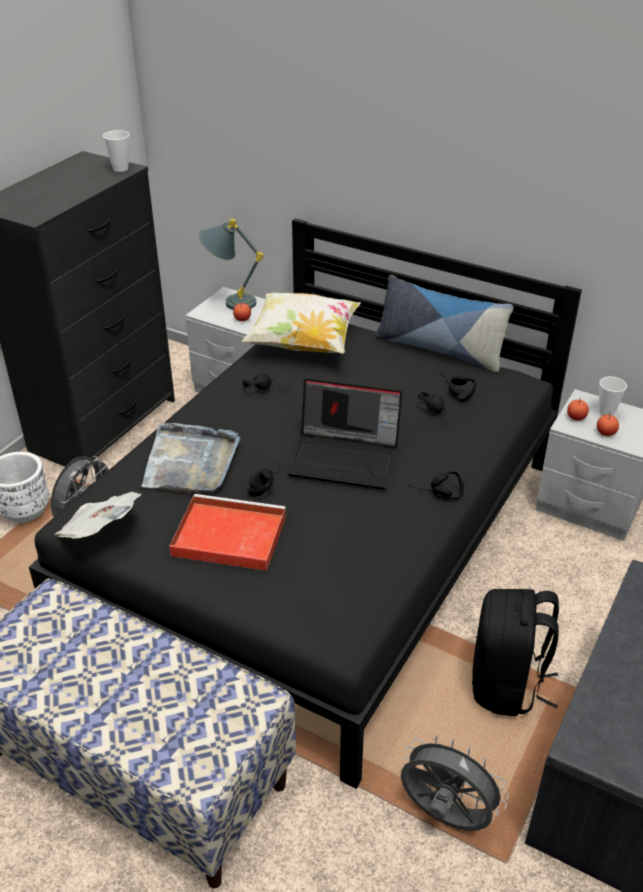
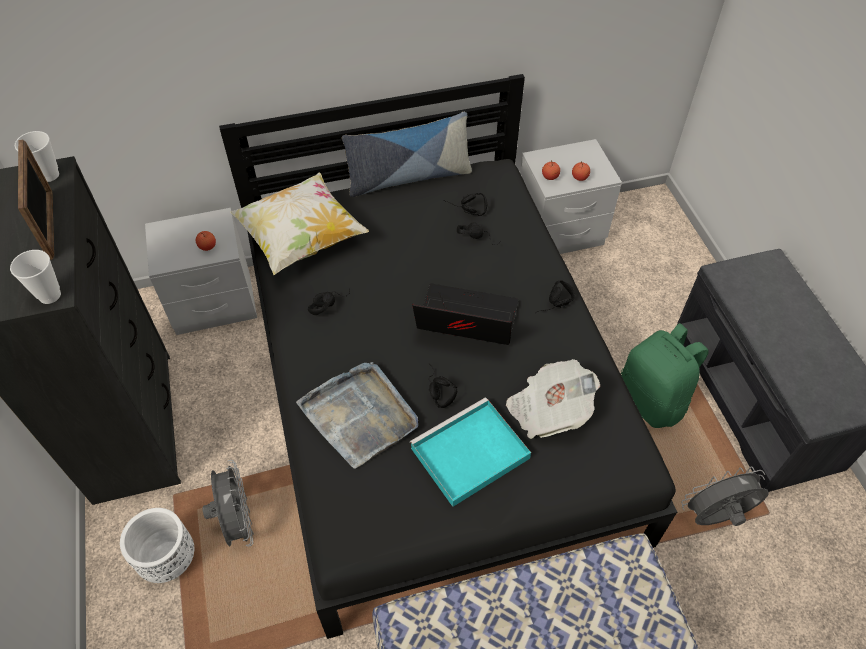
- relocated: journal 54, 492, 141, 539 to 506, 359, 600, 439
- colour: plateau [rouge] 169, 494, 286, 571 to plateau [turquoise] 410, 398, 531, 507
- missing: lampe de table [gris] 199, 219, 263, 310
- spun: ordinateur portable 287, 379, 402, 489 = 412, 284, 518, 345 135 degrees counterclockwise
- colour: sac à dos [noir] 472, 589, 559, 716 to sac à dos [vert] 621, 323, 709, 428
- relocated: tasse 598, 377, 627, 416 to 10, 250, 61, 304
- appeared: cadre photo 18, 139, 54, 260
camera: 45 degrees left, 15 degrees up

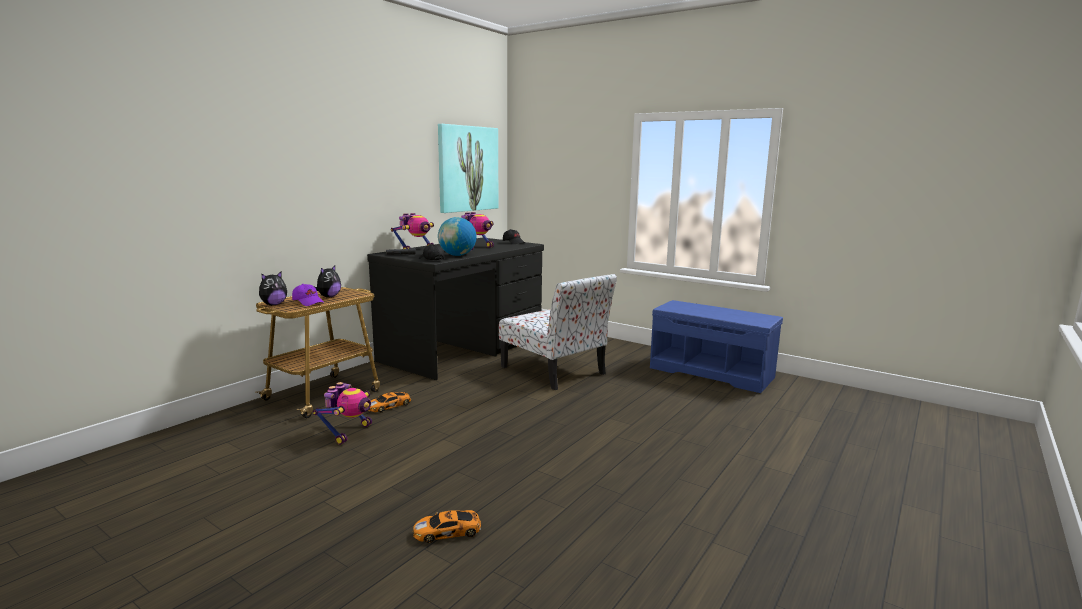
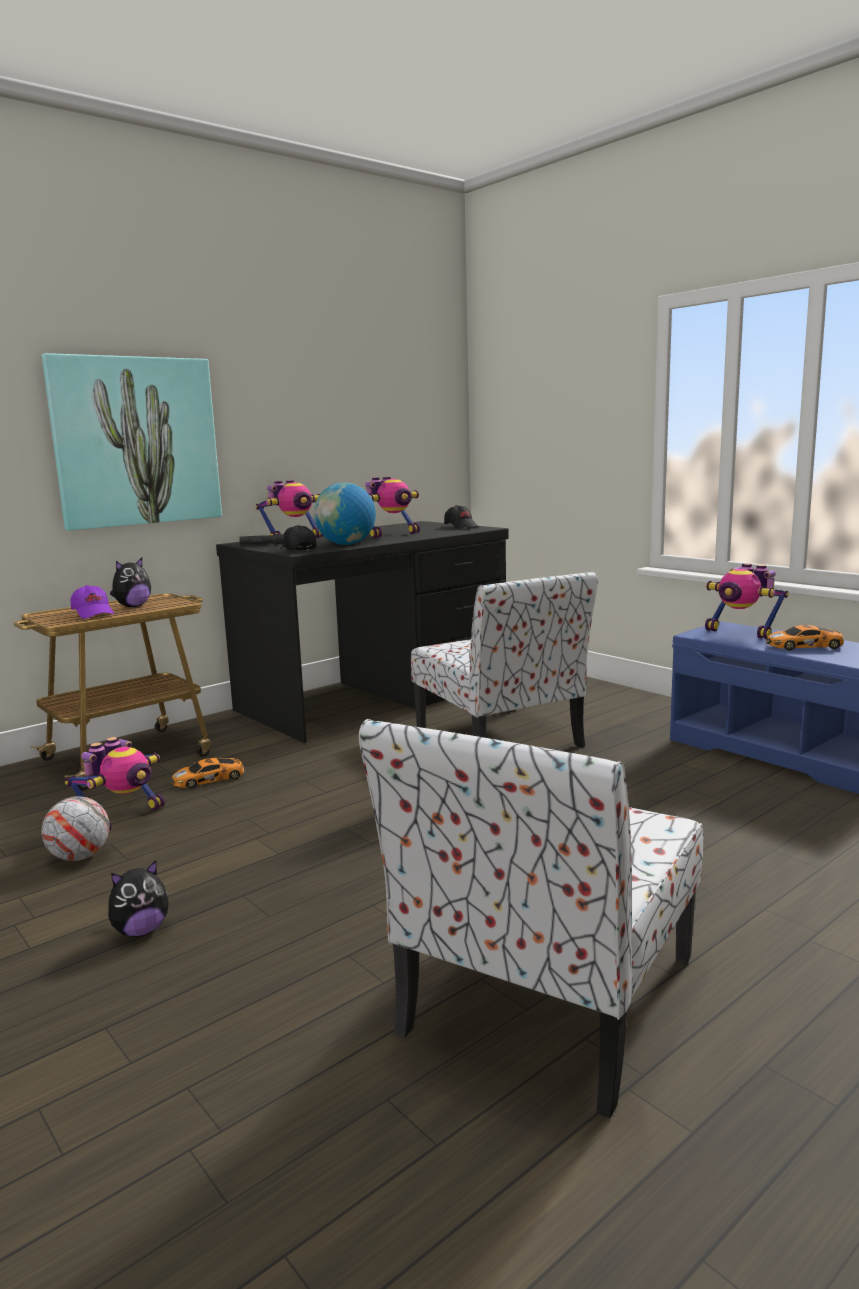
- relocated: peluche 259, 271, 287, 305 to 108, 860, 169, 937
- relocated: petite voiture 413, 510, 481, 543 to 766, 625, 844, 651
- relocated: tableau 438, 124, 498, 213 to 42, 353, 222, 531
- appeared: ballon de foot 41, 796, 110, 861
- appeared: chaise 359, 719, 704, 1118
- appeared: robot jouet 705, 563, 789, 639
camera: 15 degrees right, 0 degrees up

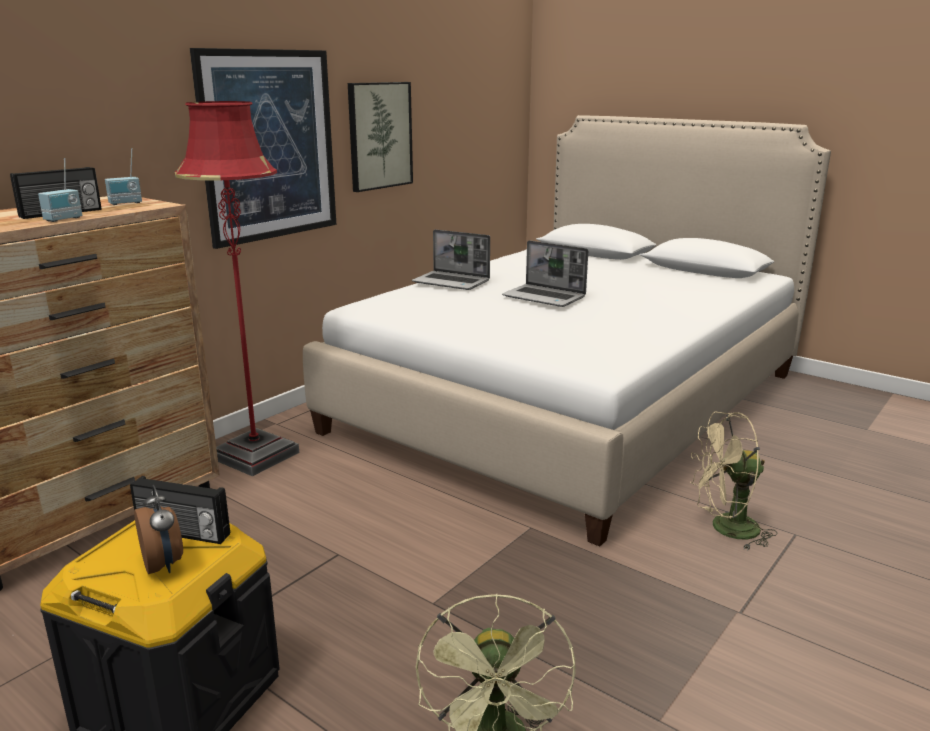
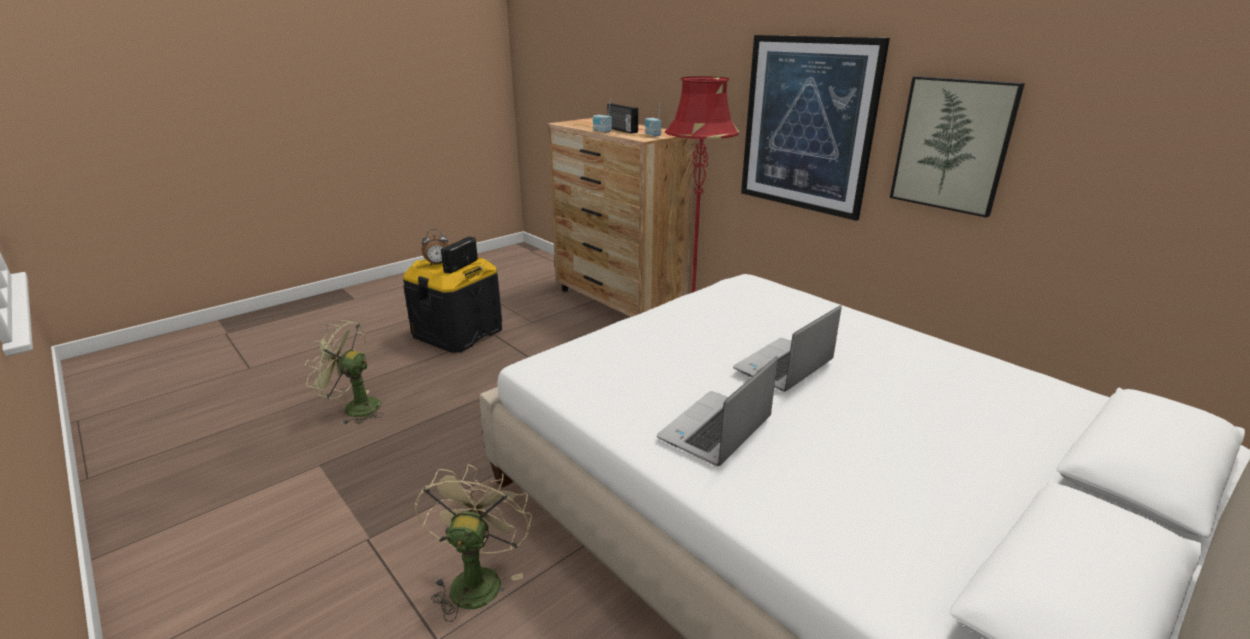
- relocated: ordinateur portable 412, 229, 490, 290 to 657, 356, 778, 466
camera: 100 degrees right, 5 degrees up

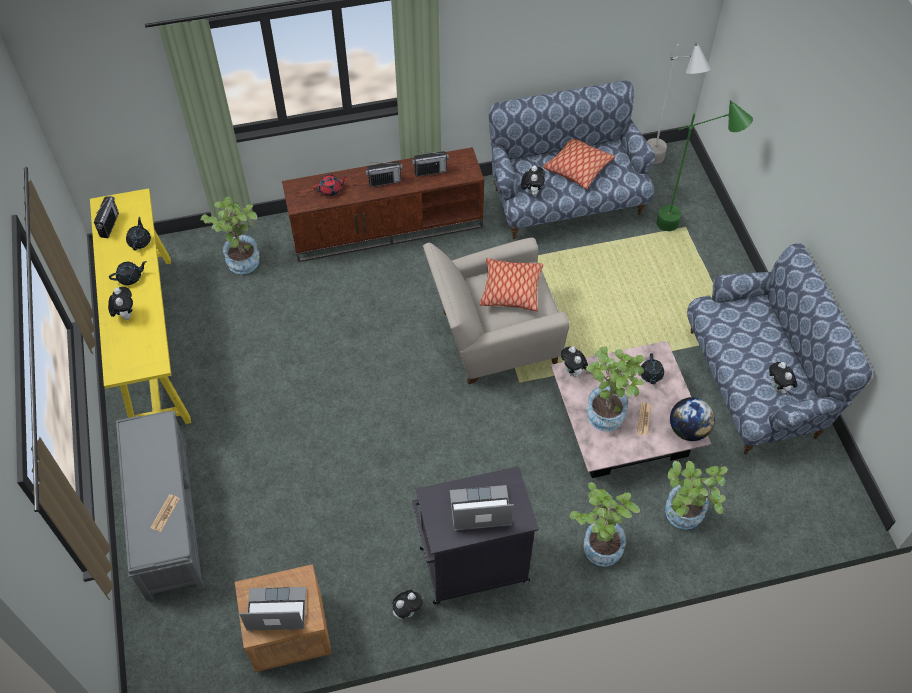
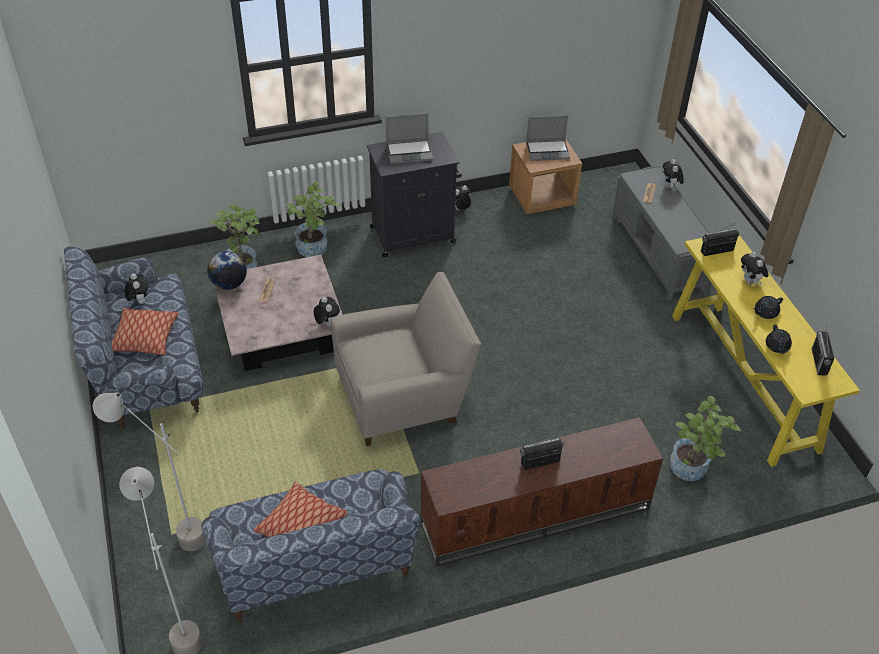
- missing: théière [rouge] 313, 175, 347, 196
- relocated: radio 412, 151, 449, 177 to 701, 223, 739, 256
- relocated: coussin 480, 258, 543, 311 to 111, 308, 179, 355
- relocated: peluche 521, 166, 545, 196 to 663, 159, 684, 188
- missing: plante en pot 586, 347, 644, 431
- missing: théière [noir] 641, 353, 664, 384
- colour: lampadaire [vert] 656, 100, 753, 231 to lampadaire [gris] 93, 393, 206, 551
camera: 175 degrees right, 10 degrees down

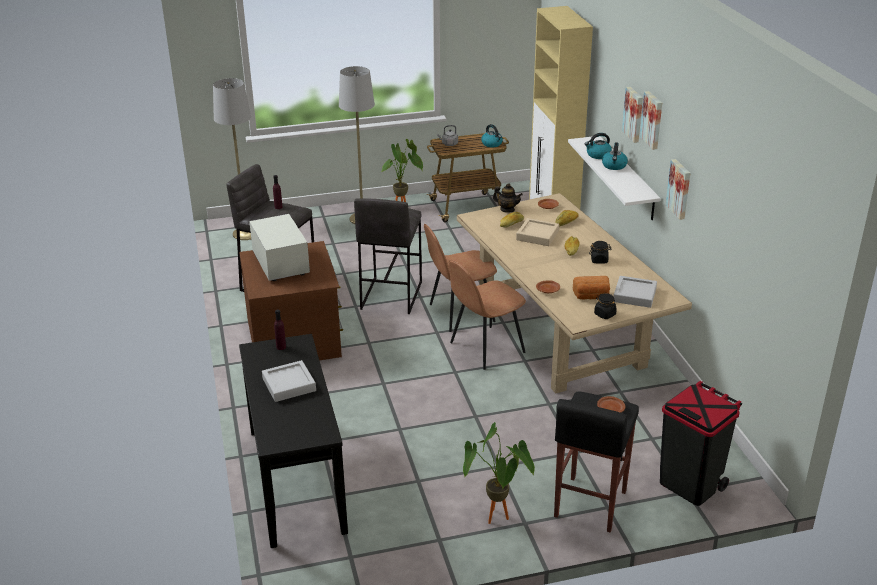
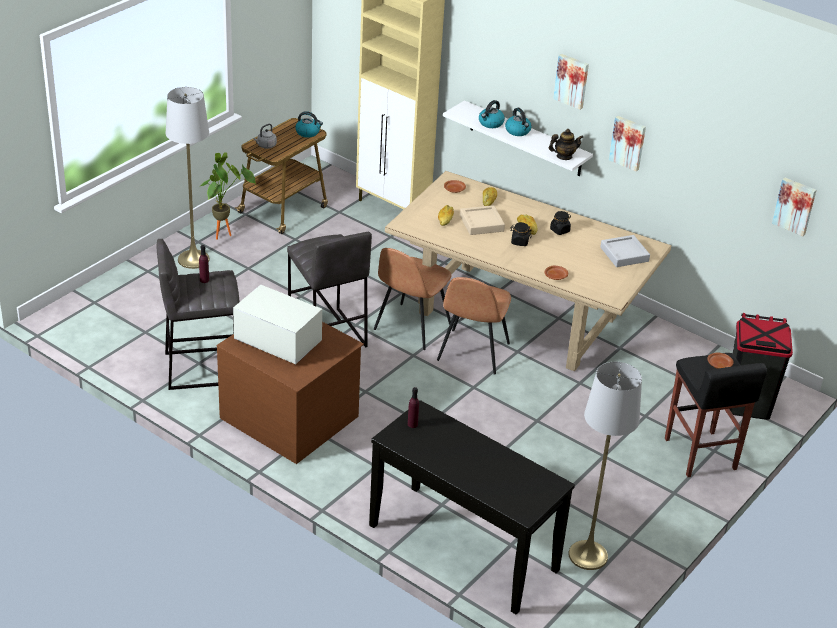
- relocated: lampadaire [gris] 213, 78, 251, 240 to 568, 362, 642, 570
- missing: plateau [gris] 262, 360, 316, 402
- missing: plante en pot 463, 422, 535, 524
- relocated: théière 493, 183, 523, 213 to 548, 129, 583, 160
- missing: pain 573, 276, 610, 299
- relocated: bocal [noir] 594, 293, 617, 319 to 510, 222, 531, 246
- relocated: tableau 622, 87, 643, 143 to 772, 177, 816, 236
camera: 40 degrees left, 5 degrees up

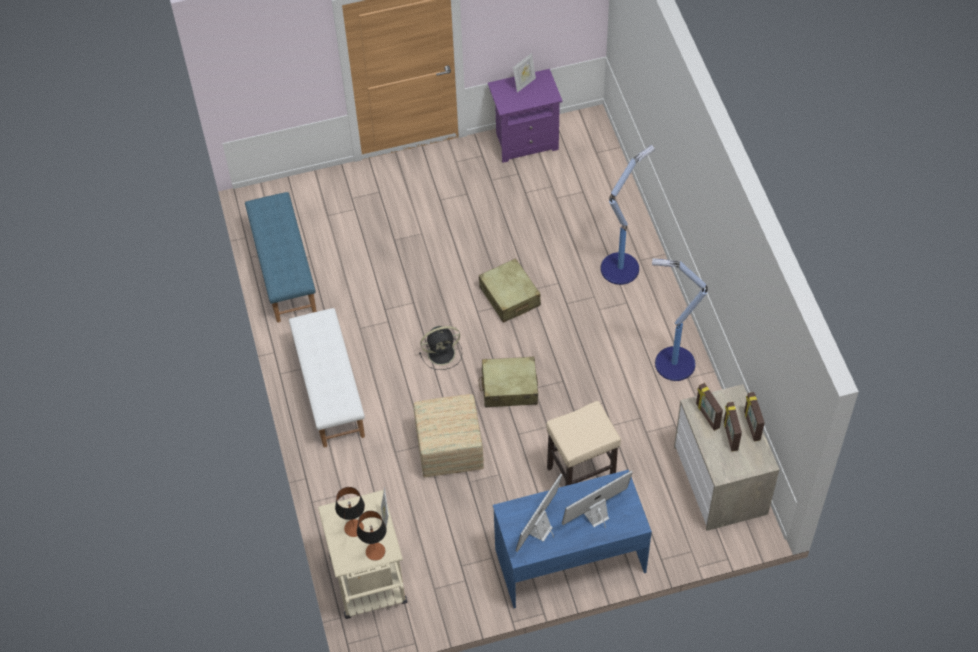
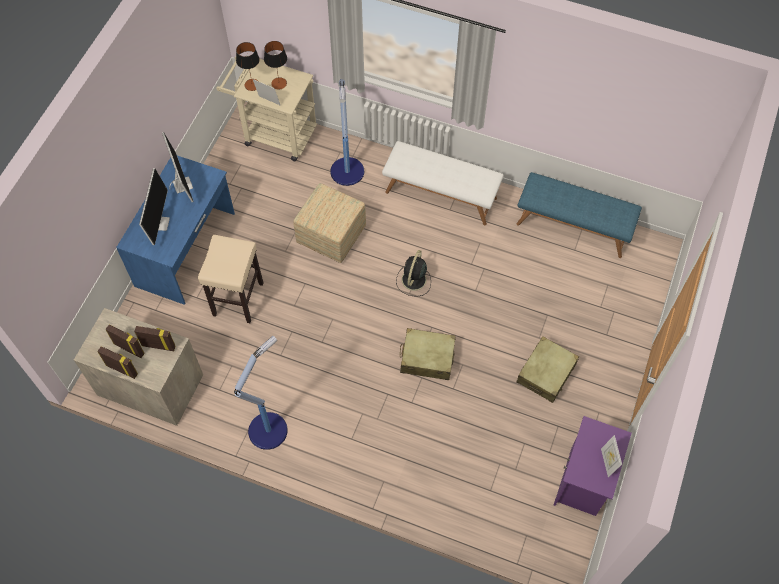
- relocated: valise [beige] 478, 357, 538, 408 to 516, 336, 579, 403
- relocated: lampadaire 601, 145, 655, 285 to 330, 79, 364, 186
camera: 125 degrees right, 5 degrees up

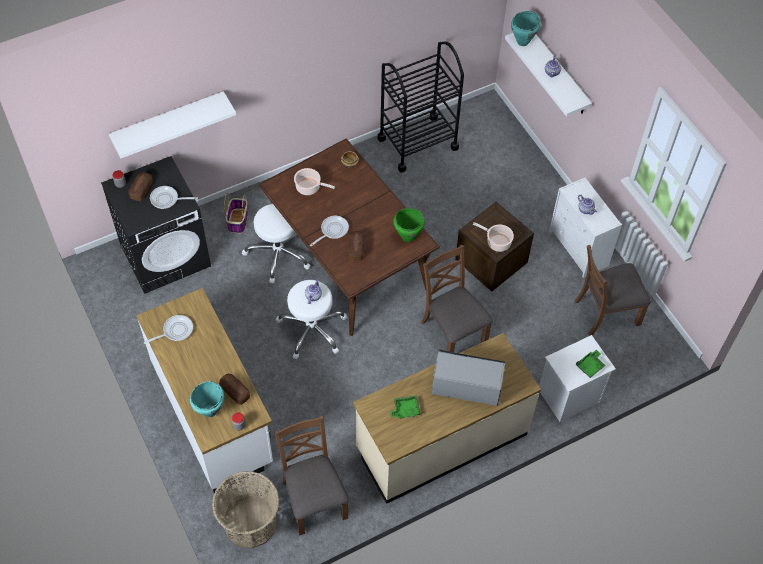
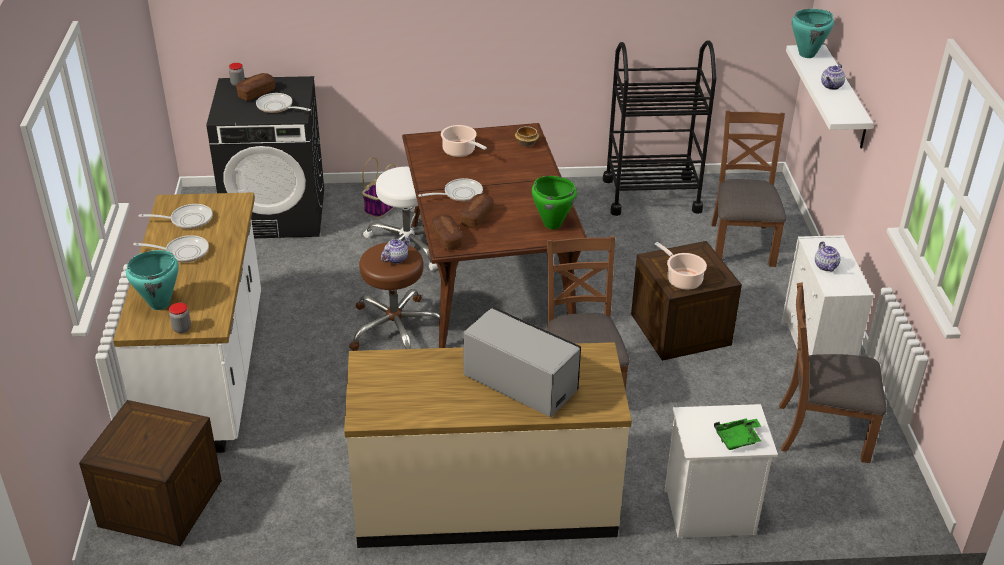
- missing: étagère [blanc] 109, 91, 236, 158
- exchanged: panier 212, 471, 279, 548 to caisse 79, 400, 222, 546
- relocated: pain 219, 374, 250, 405 to 431, 214, 463, 251
- relocated: chaise [marron] 274, 416, 349, 536 to 711, 111, 786, 267
- colour: tabouret [blanc] 276, 280, 348, 359 to tabouret [marron] 349, 242, 449, 351
- missing: plateau [vert] 390, 396, 421, 418
- appeared: poêle 133, 235, 209, 263
camera: 25 degrees right, 20 degrees down

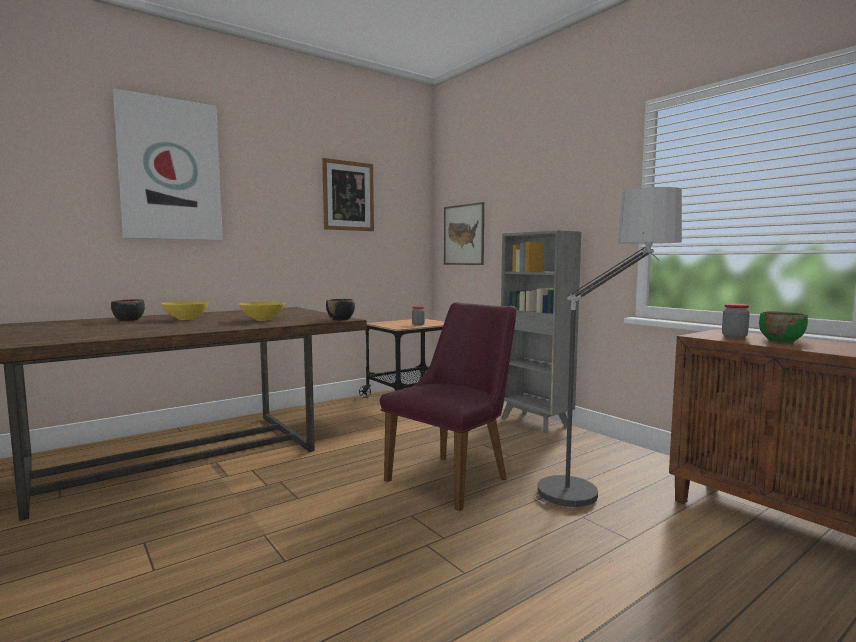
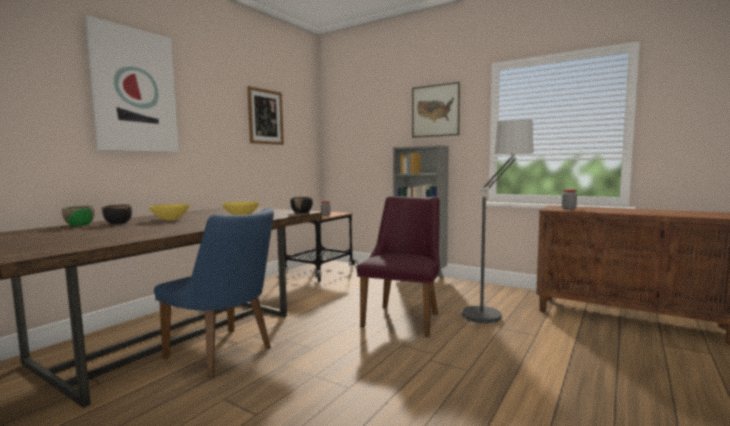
- relocated: tableau 444, 202, 484, 265 to 412, 82, 460, 138
- relocated: bol [vert] 759, 311, 808, 342 to 62, 206, 95, 226
- appeared: chaise [bleu] 154, 208, 274, 377
camera: 20 degrees left, 0 degrees up

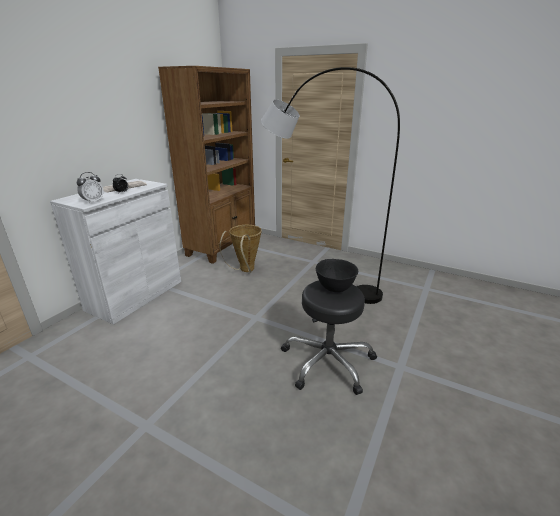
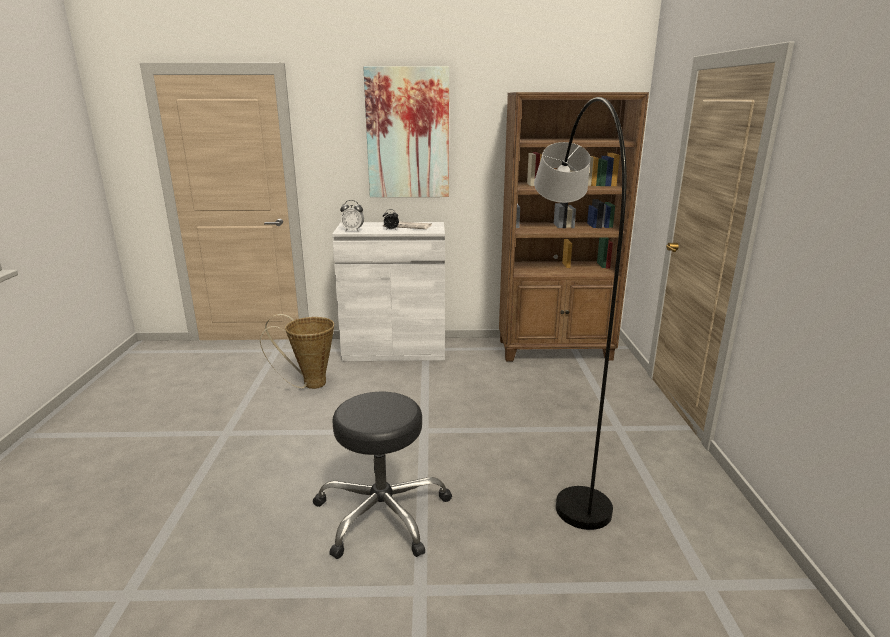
- relocated: panier 220, 225, 262, 273 to 260, 314, 334, 389
- missing: bol [noir] 316, 259, 358, 292
- appeared: tableau 363, 66, 449, 197
camera: 60 degrees right, 5 degrees down

